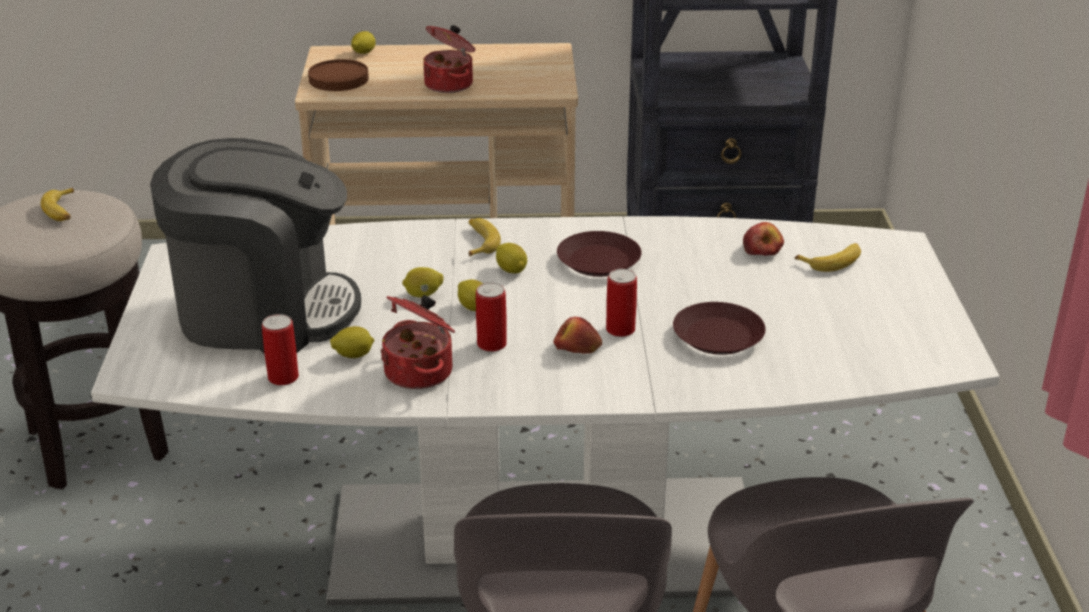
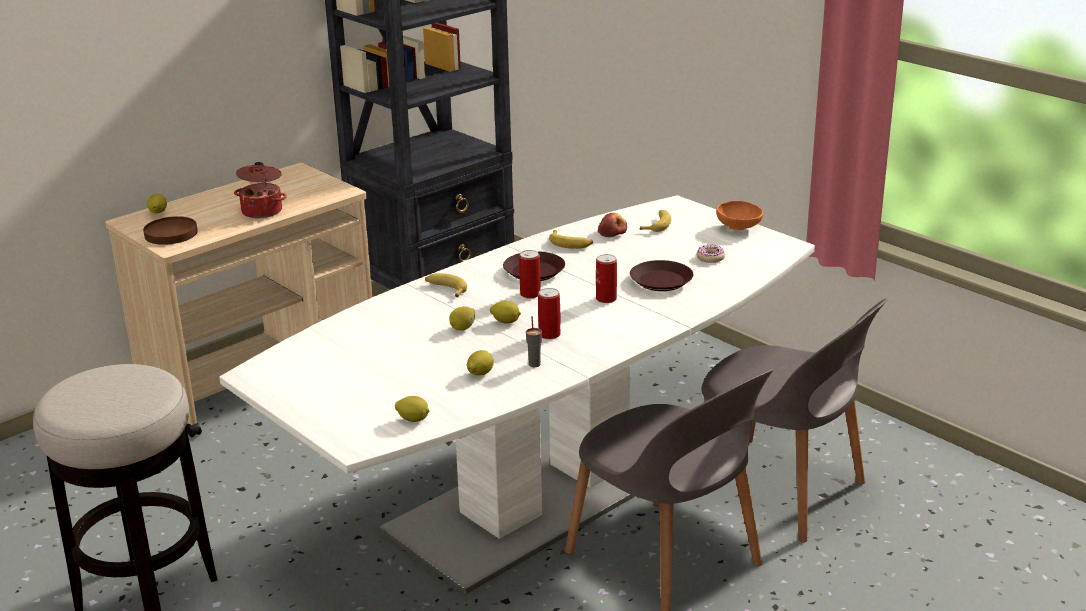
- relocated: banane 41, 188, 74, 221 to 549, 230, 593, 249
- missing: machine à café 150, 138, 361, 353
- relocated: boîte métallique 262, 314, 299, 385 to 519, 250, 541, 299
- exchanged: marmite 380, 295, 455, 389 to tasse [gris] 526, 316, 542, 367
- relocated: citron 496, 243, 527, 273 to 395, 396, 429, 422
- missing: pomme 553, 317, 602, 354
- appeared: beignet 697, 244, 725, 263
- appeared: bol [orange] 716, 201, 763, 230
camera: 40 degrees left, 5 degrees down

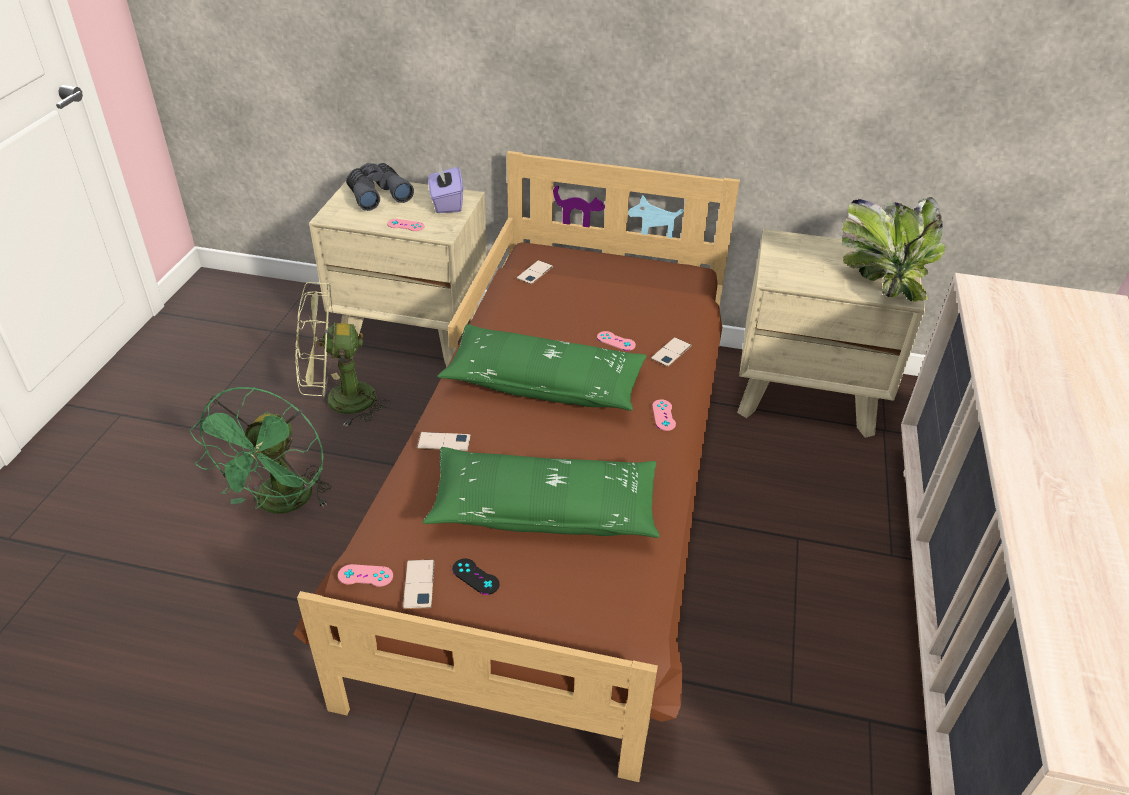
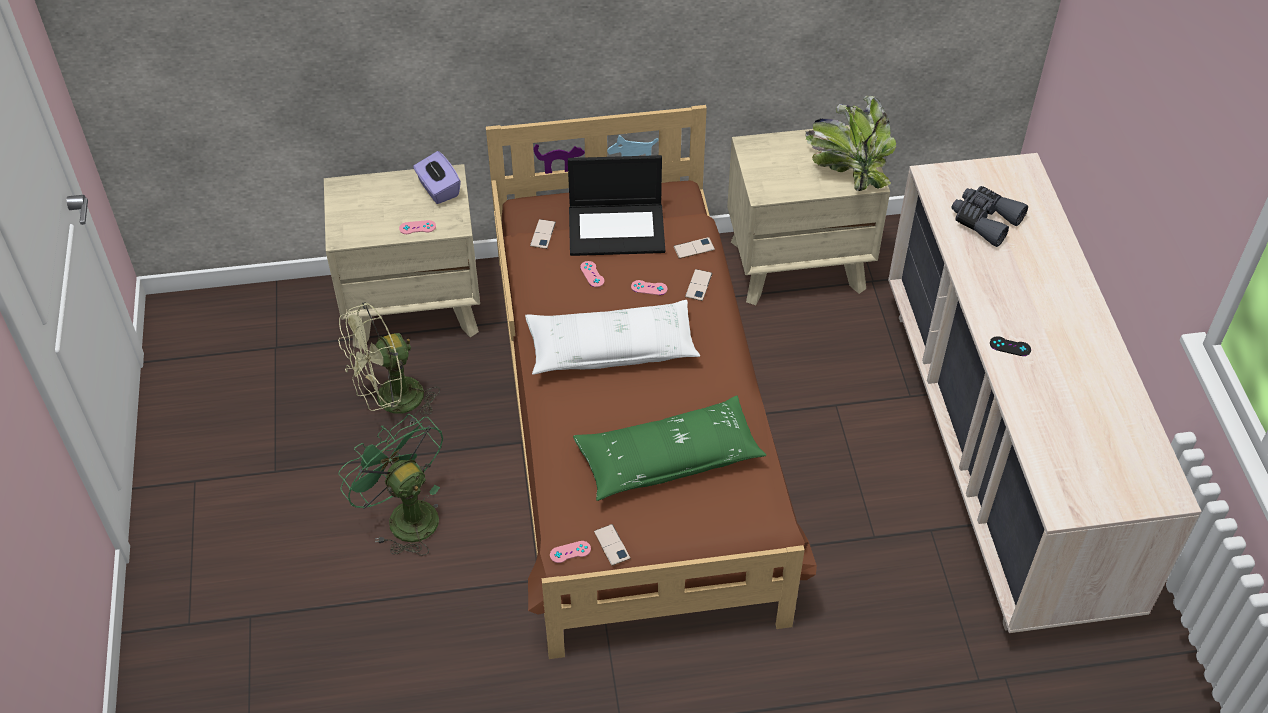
- spun: ventilateur [vert] 190, 387, 332, 514 = 338, 414, 443, 556 150 degrees clockwise
- relocated: jumelles [gris] 346, 163, 414, 211 to 951, 186, 1028, 247
- relocated: téléphone 417, 432, 471, 451 to 673, 237, 715, 259
- colour: coussin [vert] 437, 324, 647, 411 to coussin [blanc] 525, 300, 700, 374
- relocated: manette [noir] 452, 558, 499, 595 to 990, 336, 1031, 356
- relocated: manette [rose] 652, 399, 676, 431 to 580, 261, 604, 287
- appeared: ordinateur portable 568, 155, 665, 256
camera: 20 degrees left, 10 degrees up

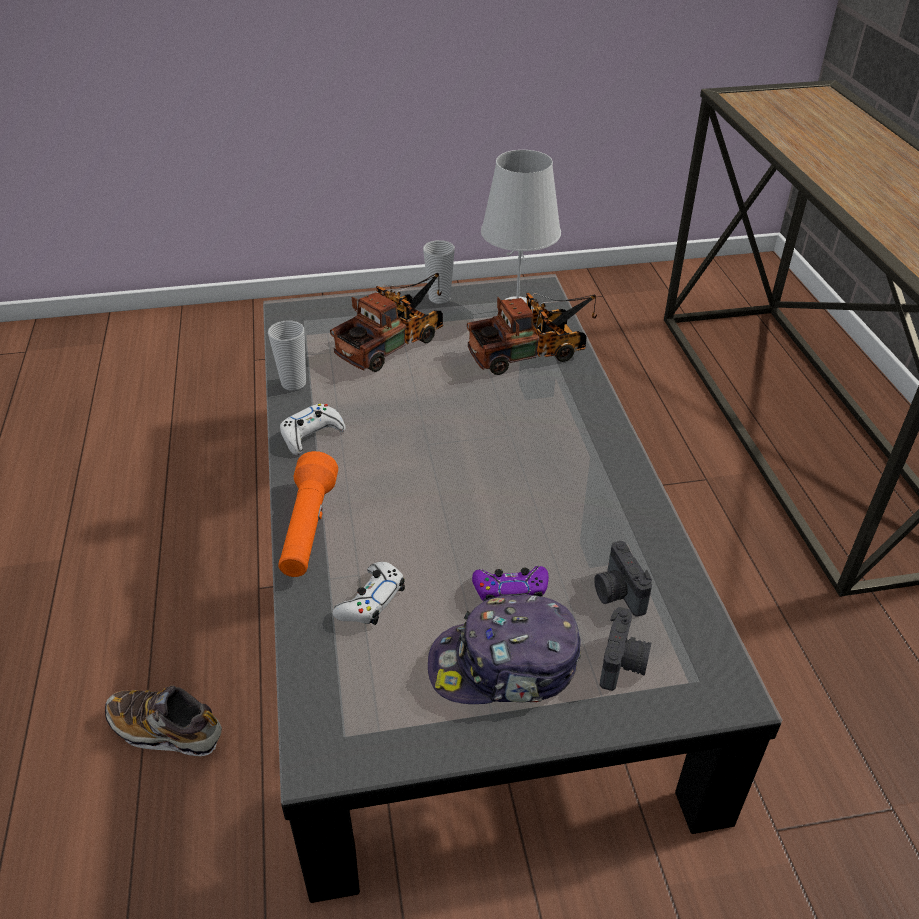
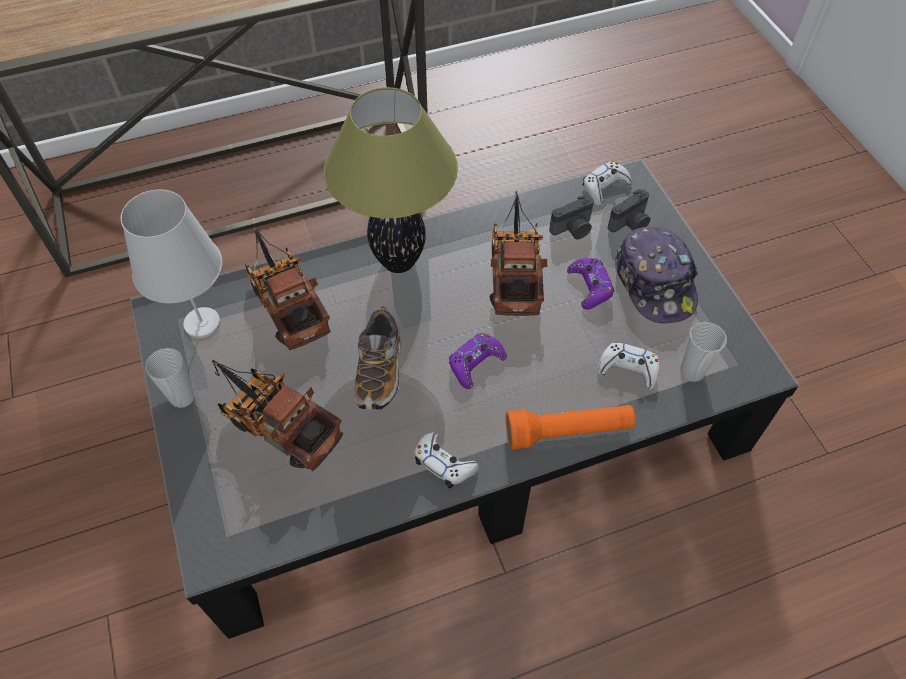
- relocated: chaussure 105, 686, 222, 756 to 355, 306, 401, 410
- relocated: tasse 268, 320, 306, 391 to 680, 322, 727, 382
- spun: appareil photo 600, 607, 651, 691 = 608, 189, 650, 232 135 degrees clockwise
- appeared: lampe de table 324, 87, 458, 273
- appeared: manette [violet] 449, 333, 507, 389
- appeared: camion jouet 490, 191, 547, 316
- appeared: manette [blanc] 582, 161, 632, 206
camera: 100 degrees left, 15 degrees up

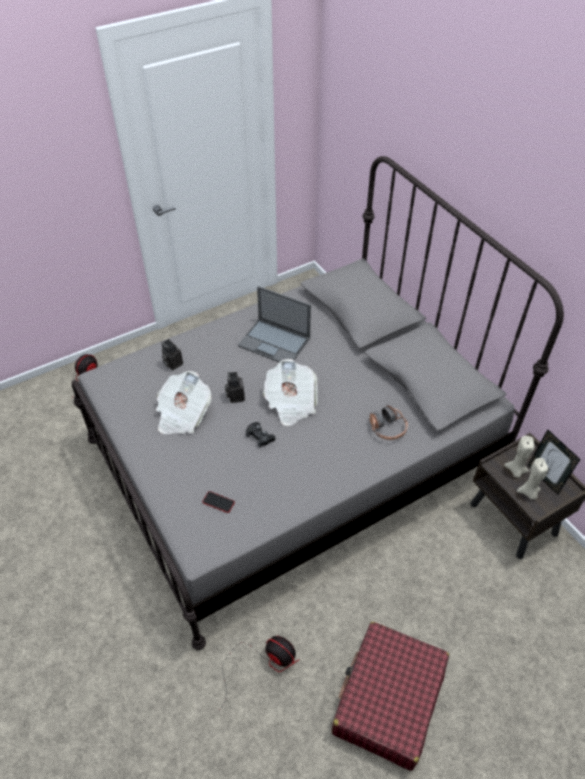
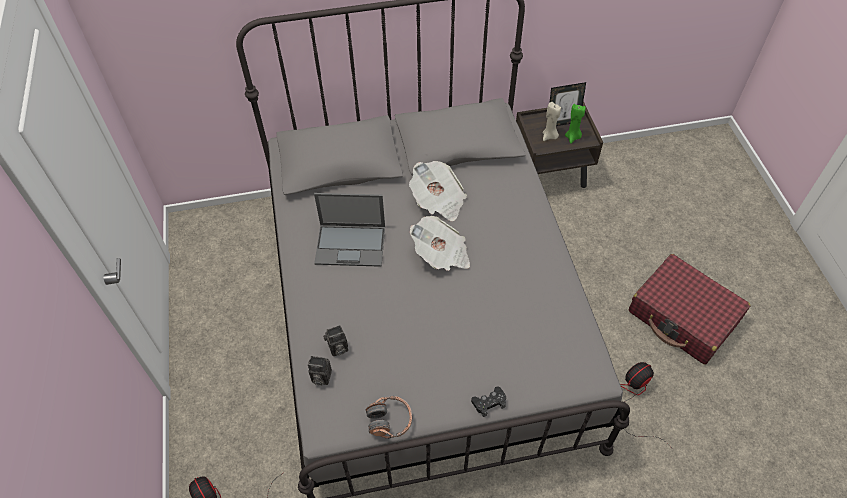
- relocated: journal 156, 371, 211, 434 to 409, 161, 467, 221
- missing: téléphone 202, 491, 235, 513
- relocated: appareil photo 225, 372, 245, 403 to 308, 356, 332, 385
- spun: ordinateur portable 238, 286, 311, 363 = 314, 193, 385, 267 45 degrees clockwise
- relocated: manette [noir] 246, 422, 275, 448 to 471, 386, 506, 417
- relocated: casque audio 369, 405, 408, 440 to 365, 396, 412, 439
- colour: bougie [beige] 517, 458, 548, 500 to bougie [vert] 565, 104, 586, 144
camera: 70 degrees left, 5 degrees up

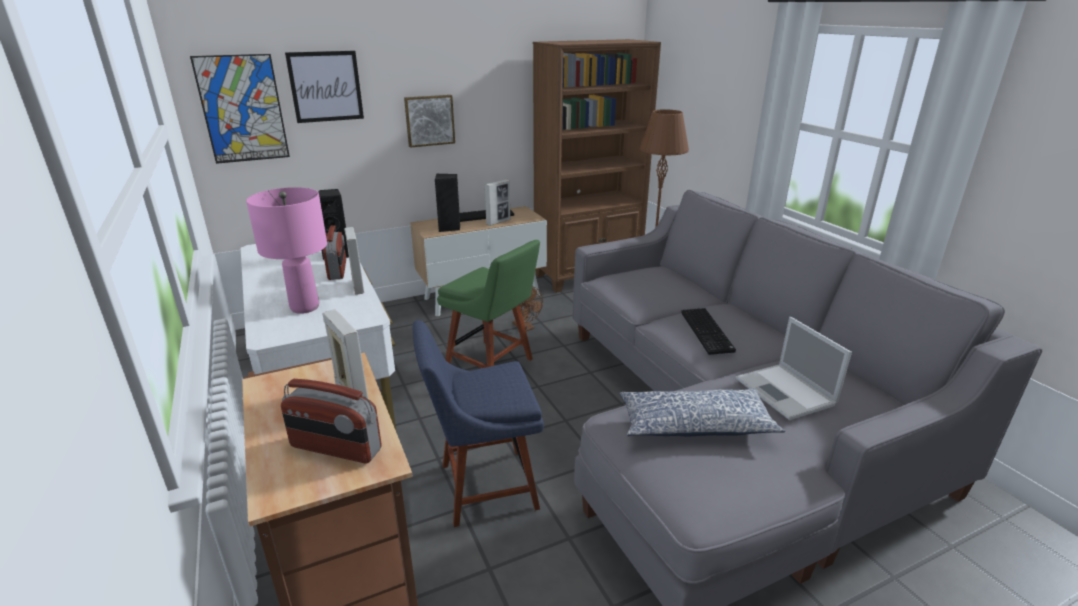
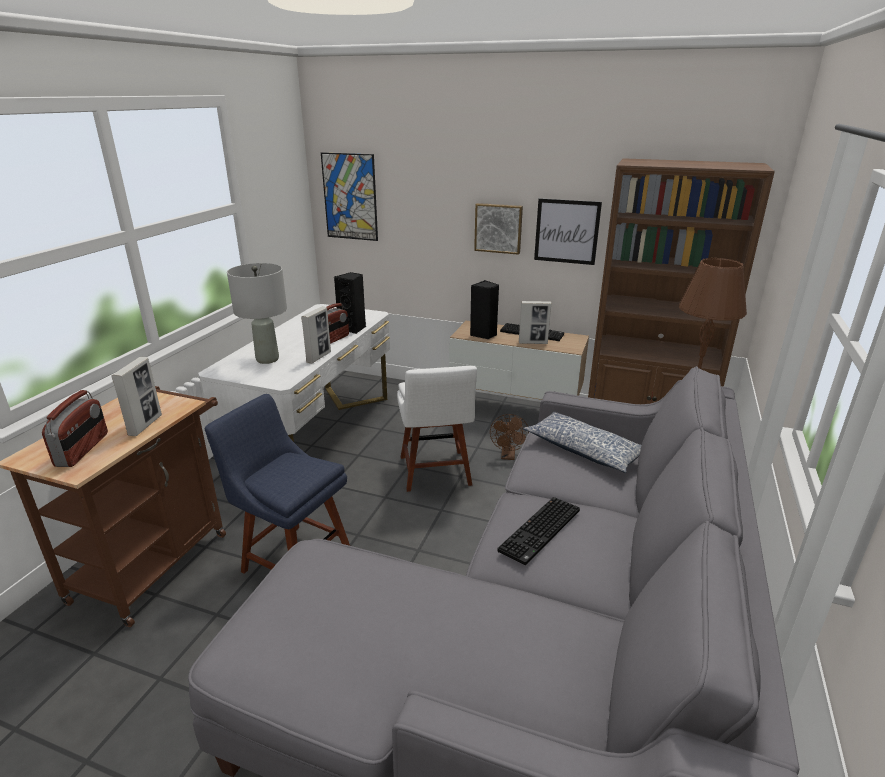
- colour: lampe de table [rose] 246, 187, 327, 314 to lampe de table [gris] 227, 263, 287, 364
- spun: radio 281, 379, 382, 463 = 42, 390, 108, 467 150 degrees counterclockwise
- relocated: tableau 285, 51, 364, 123 to 534, 198, 602, 265
- colour: chaise [vert] 437, 240, 540, 368 to chaise [blanc] 397, 366, 477, 492
- relocated: coussin 620, 388, 785, 436 to 523, 412, 641, 473
- missing: ordinateur portable 736, 317, 852, 420
camera: 45 degrees right, 0 degrees up

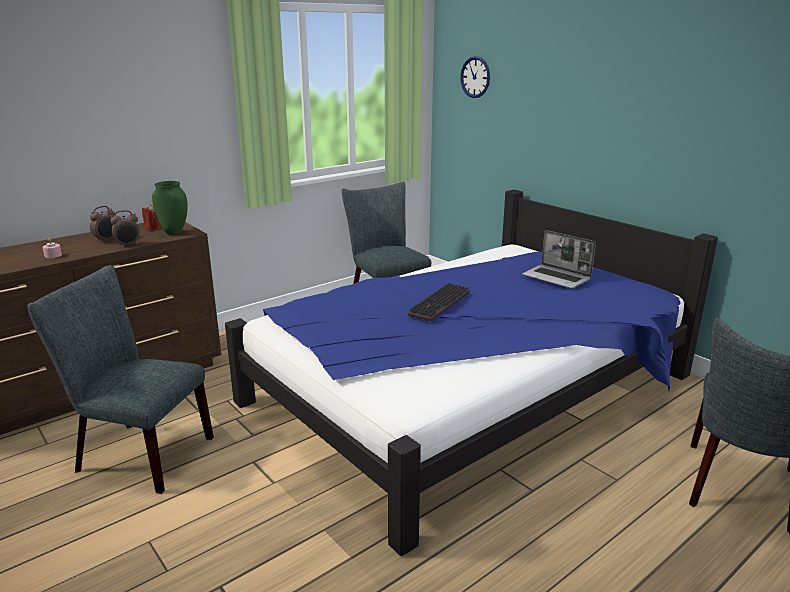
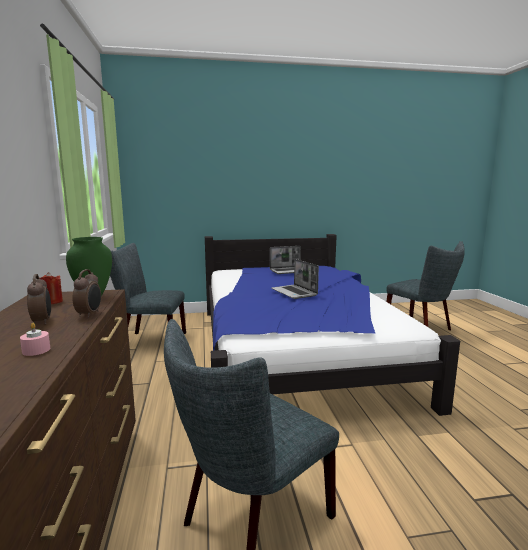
- exchanged: clavier 408, 283, 469, 321 to ordinateur portable 271, 259, 319, 299
- missing: horloge murale 460, 56, 490, 98
camera: 60 degrees left, 10 degrees down

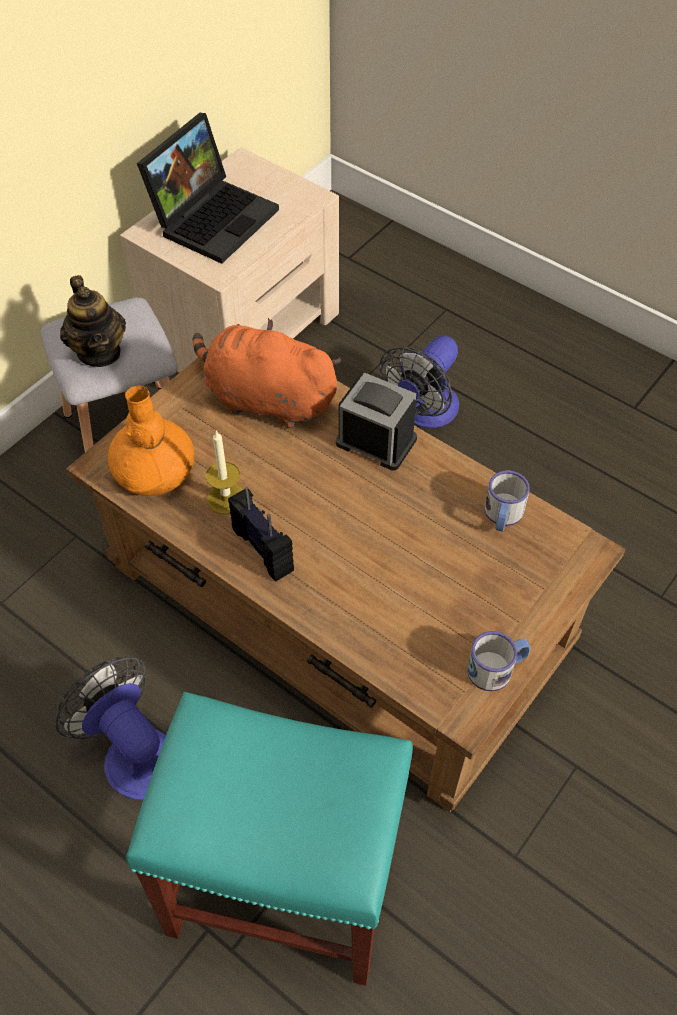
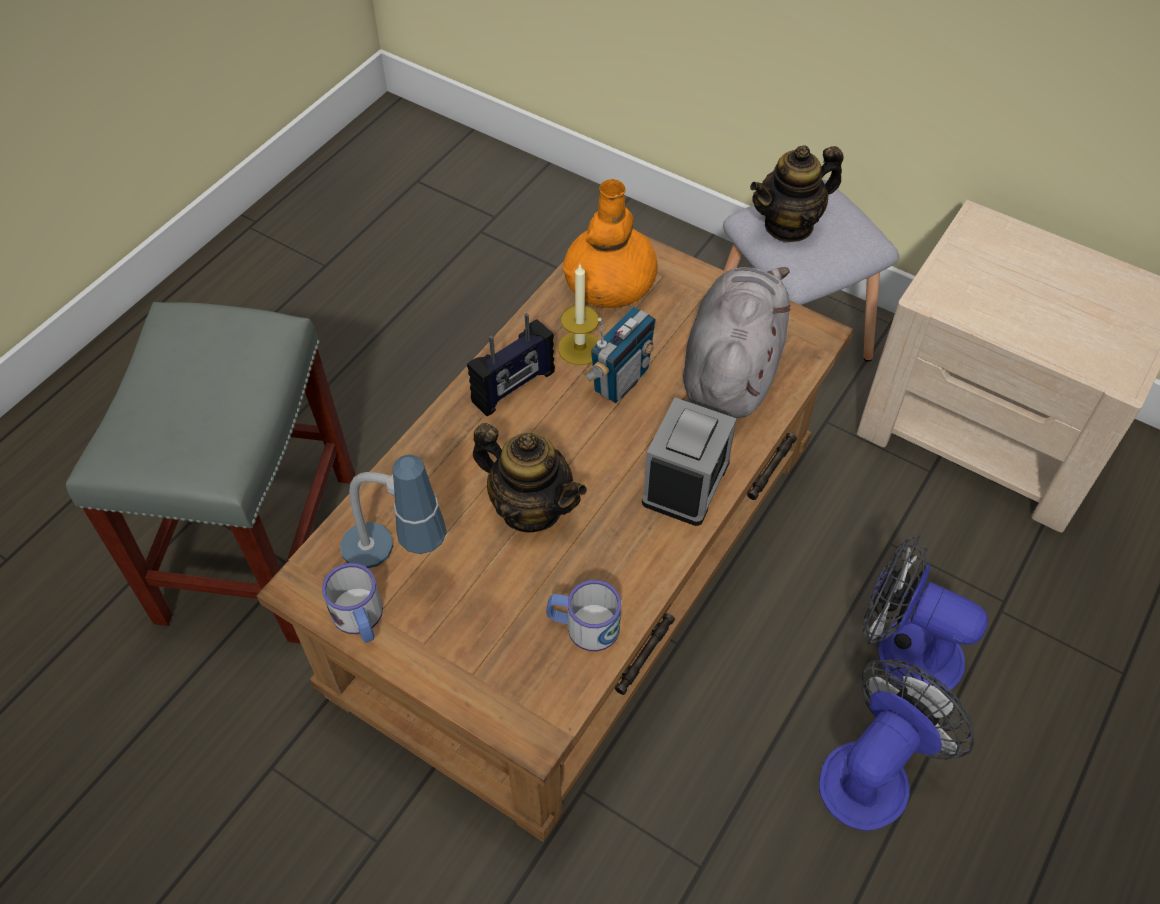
- relocated: ventilateur 55, 657, 166, 800 to 819, 659, 975, 831
- colour: tabouret [turquoise] 126, 692, 413, 986 to tabouret [gris] 66, 302, 355, 644
- missing: ordinateur portable 137, 113, 279, 264
- colour: peluche [orange] 193, 318, 342, 428 to peluche [gris] 683, 267, 791, 418
- appeared: lampe de table 340, 454, 447, 568
- appeared: théière 473, 423, 587, 532
- appeared: radio 583, 307, 656, 403
camera: 85 degrees right, 0 degrees up

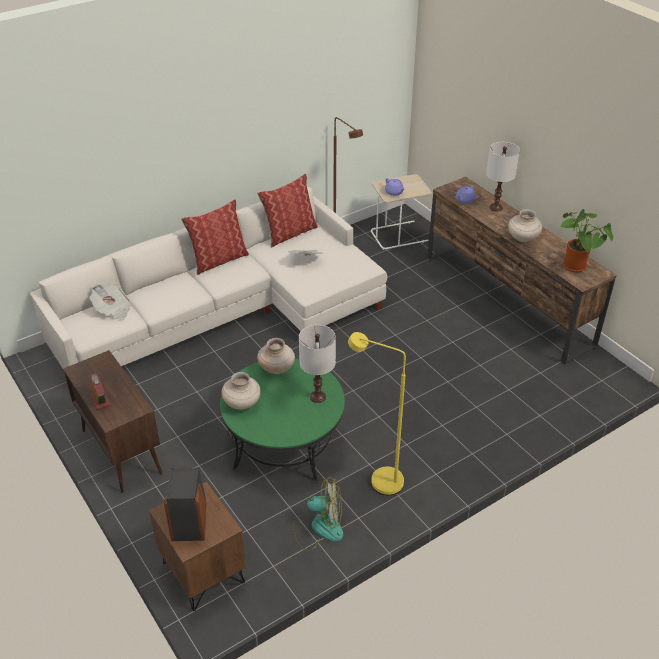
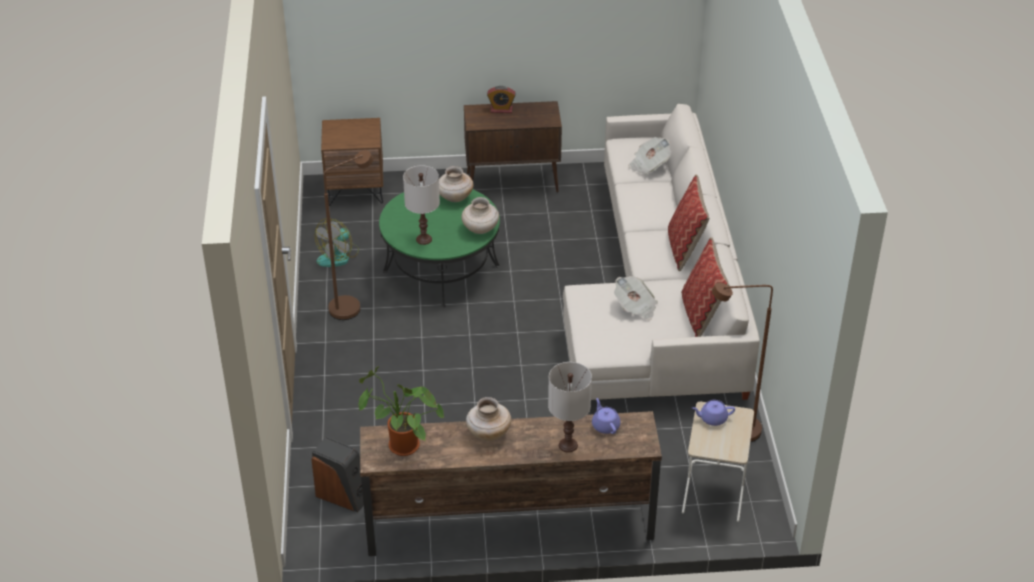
- relocated: enceinte 164, 468, 206, 541 to 311, 436, 364, 512
- colour: lampadaire [jaune] 348, 332, 406, 495 to lampadaire [marron] 323, 150, 373, 320
camera: 120 degrees right, 0 degrees up

